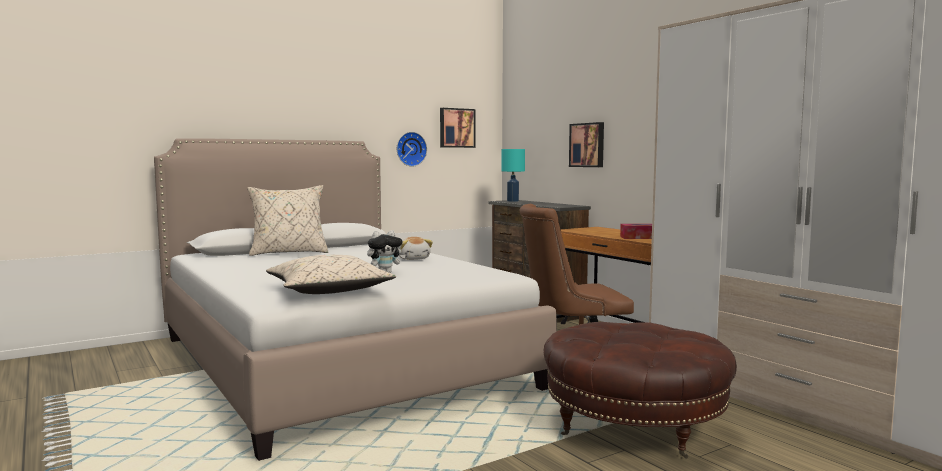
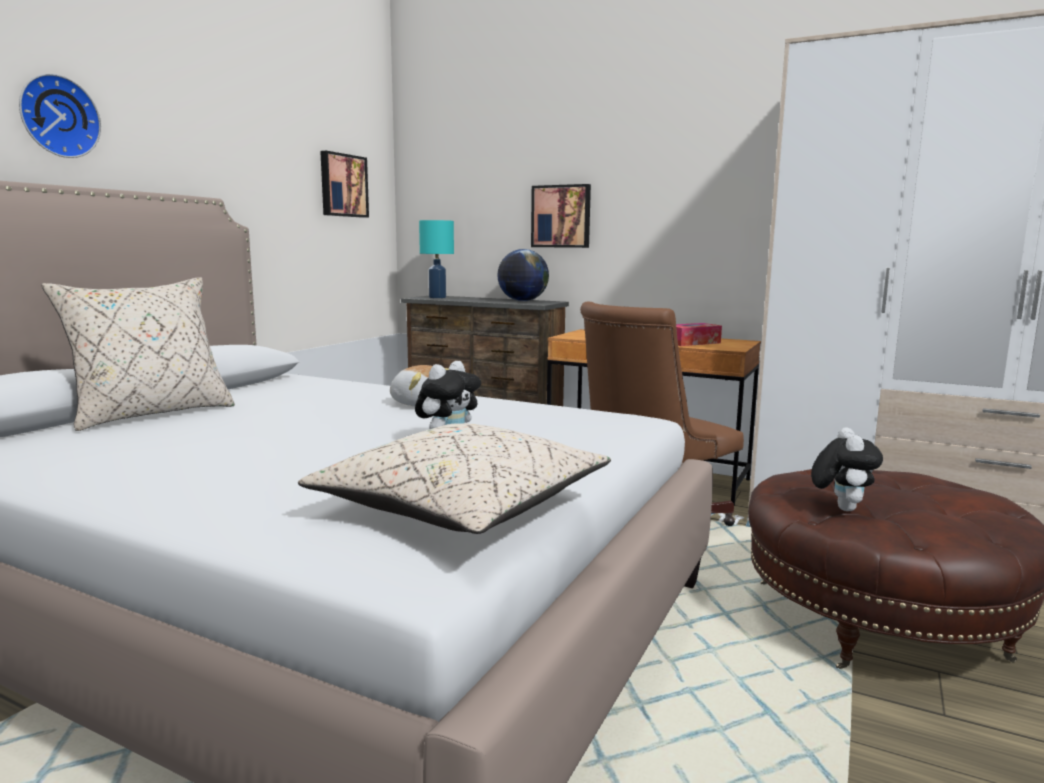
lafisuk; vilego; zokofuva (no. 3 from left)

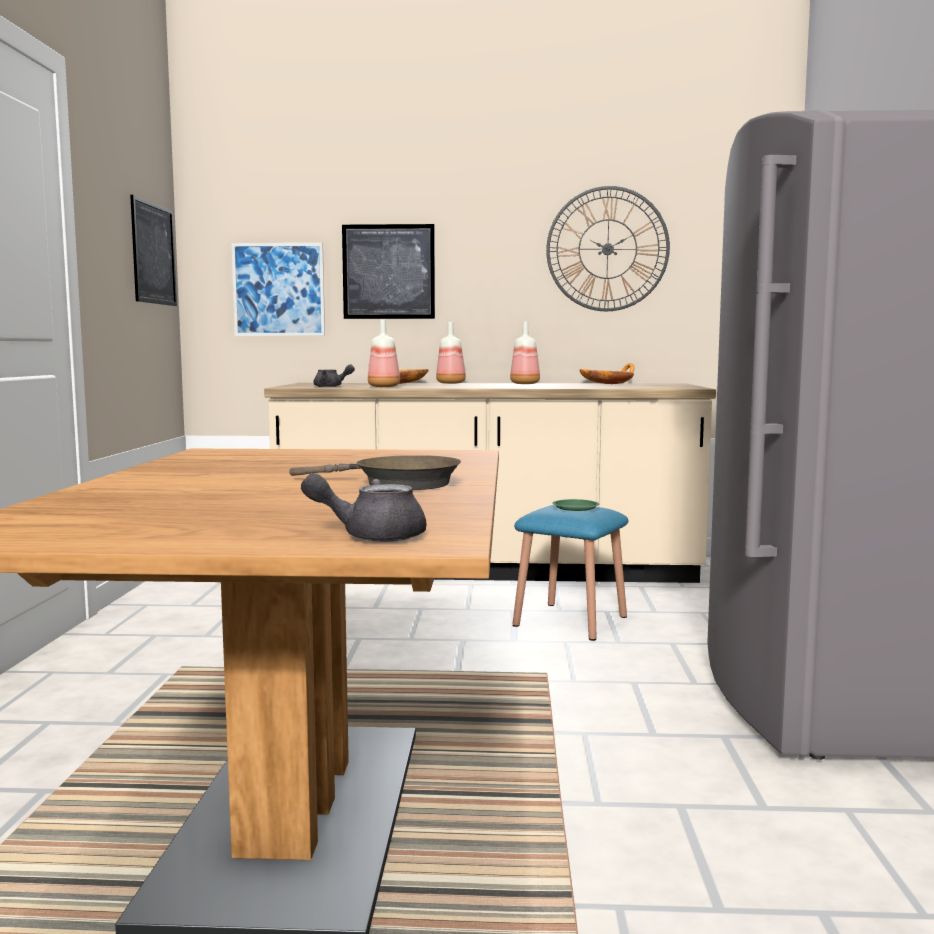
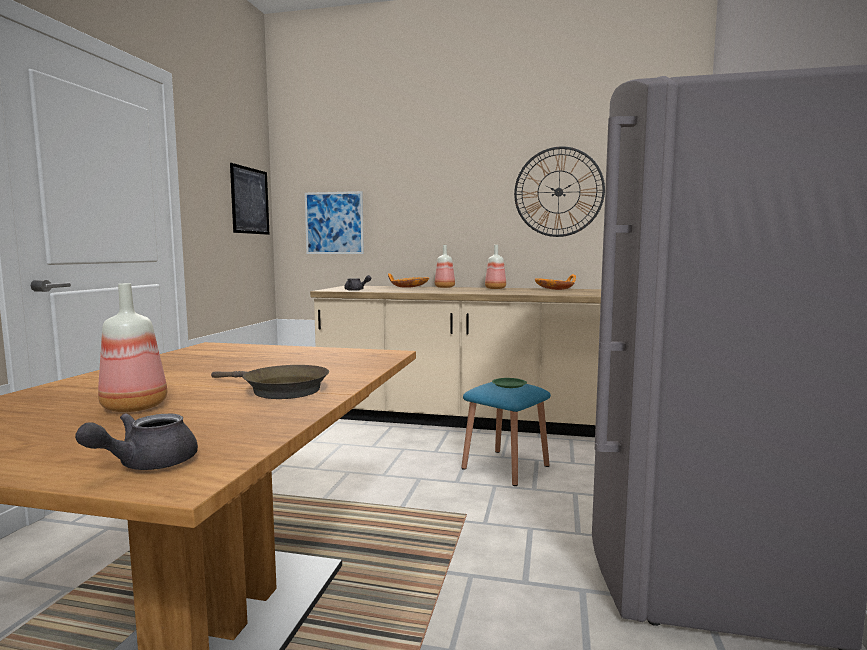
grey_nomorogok (no. 1 from left); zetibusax (no. 1 from left); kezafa (no. 3 from left in the first image)

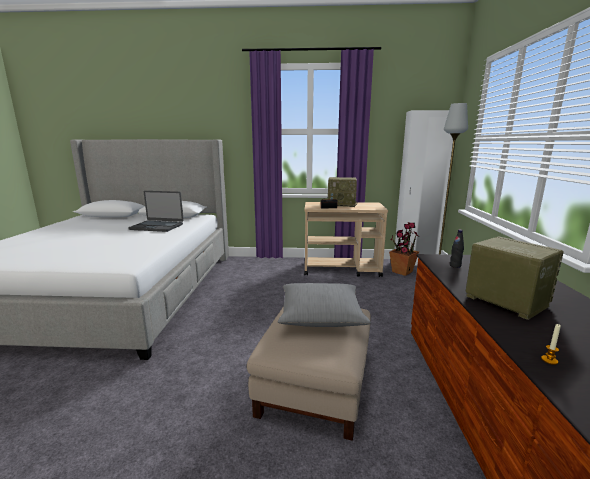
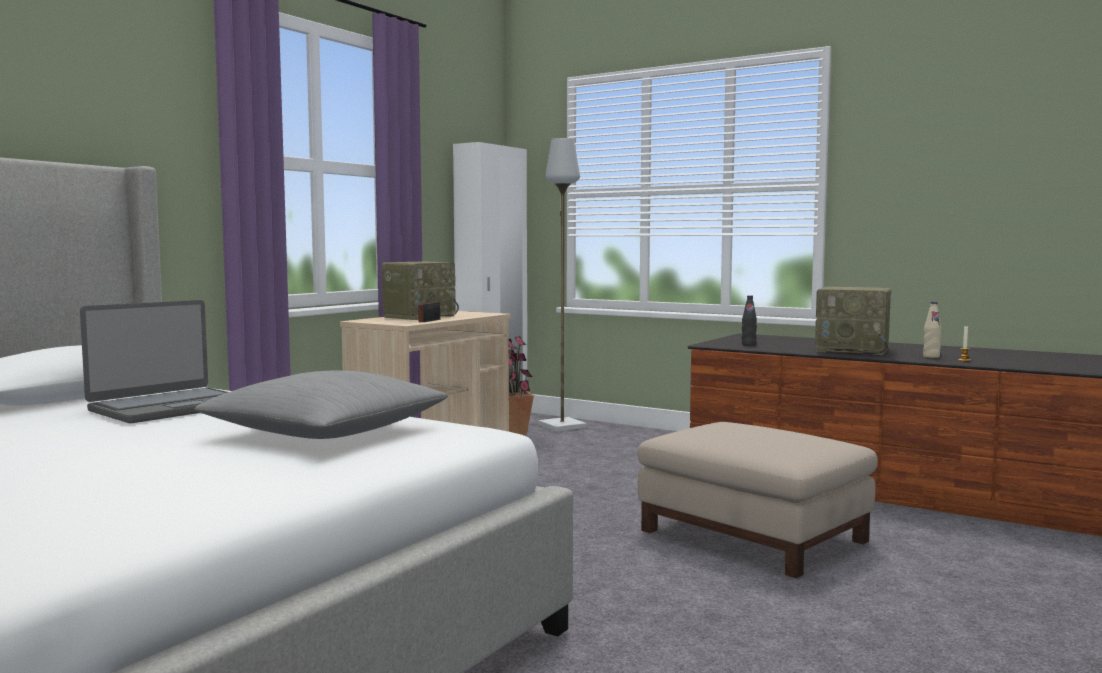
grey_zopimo; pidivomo (no. 3 from left); beige_zetibusax

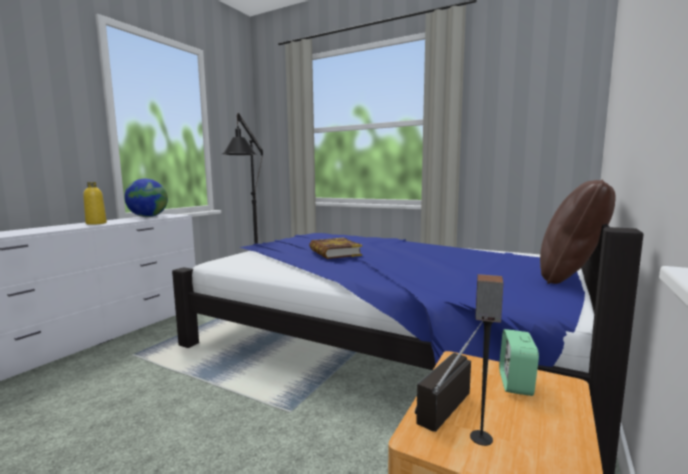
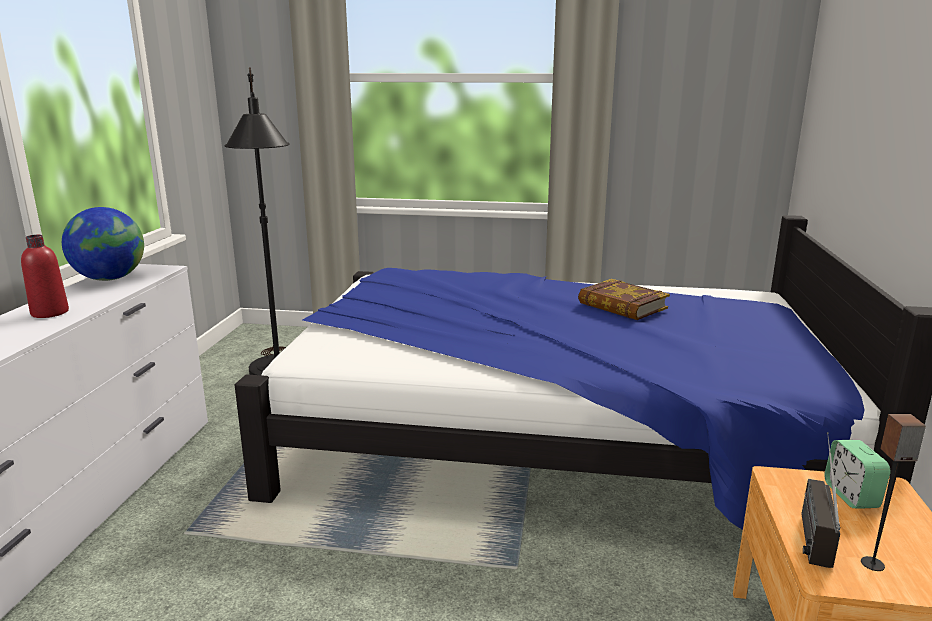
red_zetibusax; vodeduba; brown_zopimo

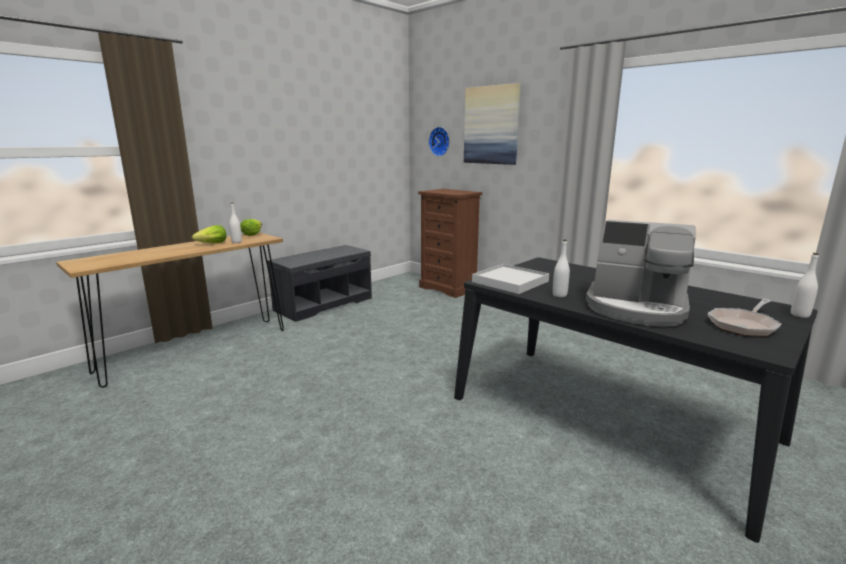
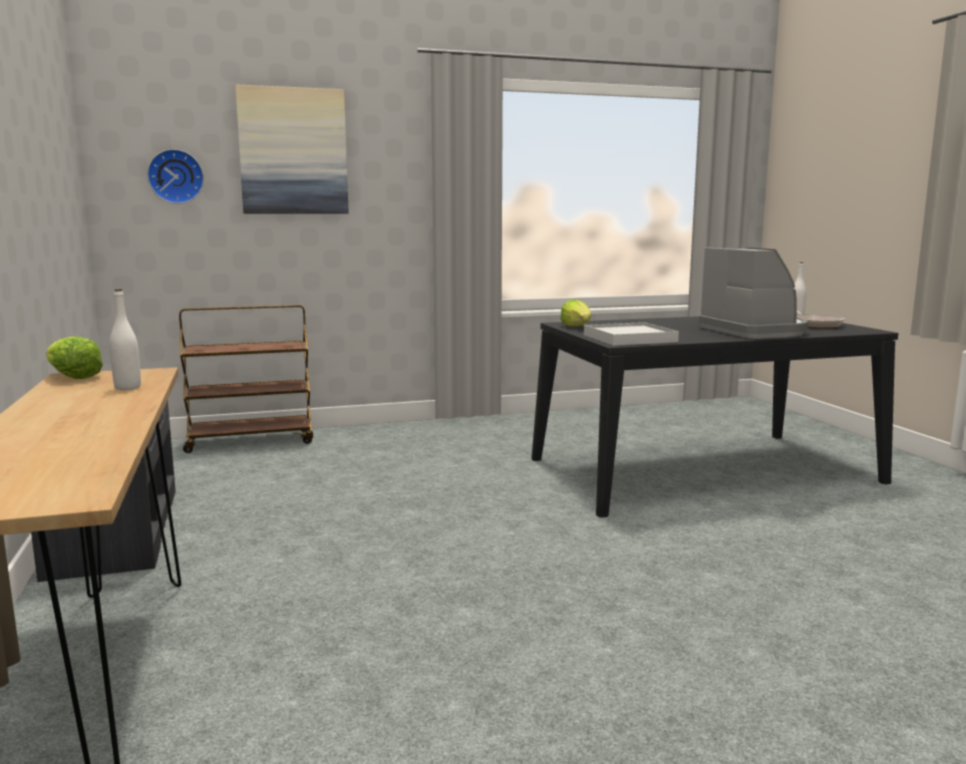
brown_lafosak; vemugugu (no. 2 from left); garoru; white_zetibusax (no. 2 from left in the first image)

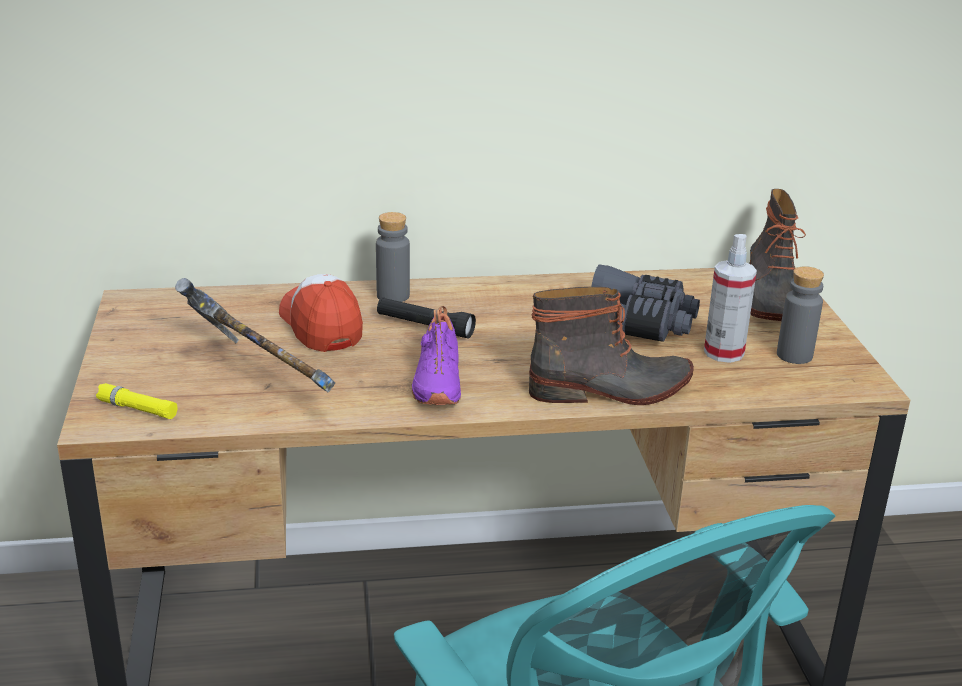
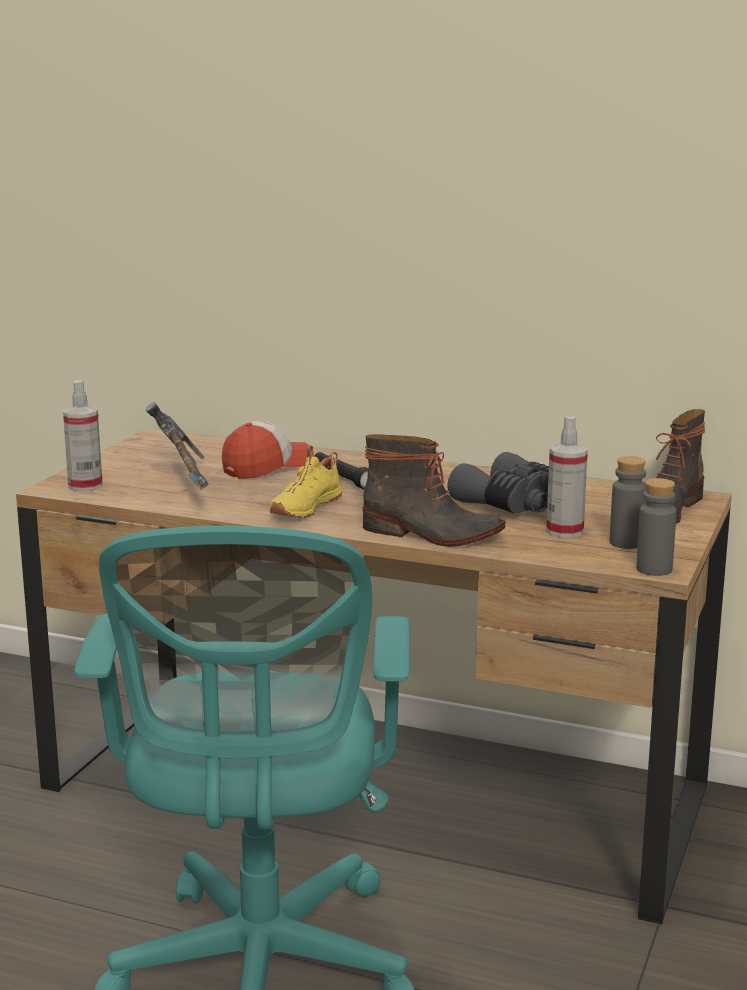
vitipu (no. 1 from left); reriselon; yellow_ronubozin; grey_zetibusax (no. 2 from left)

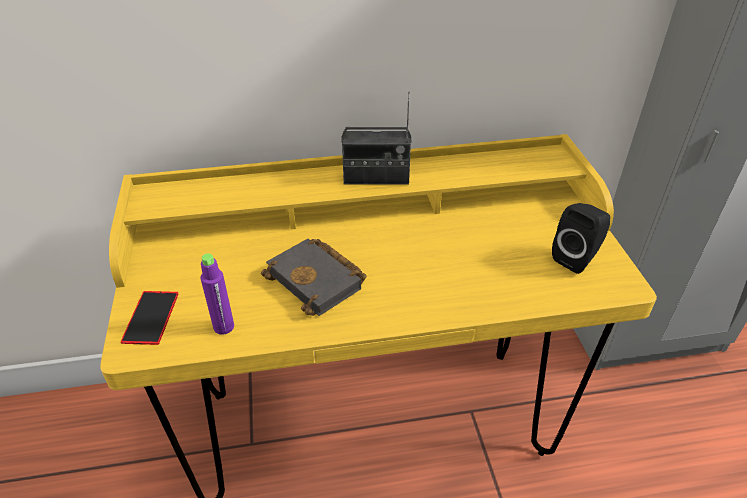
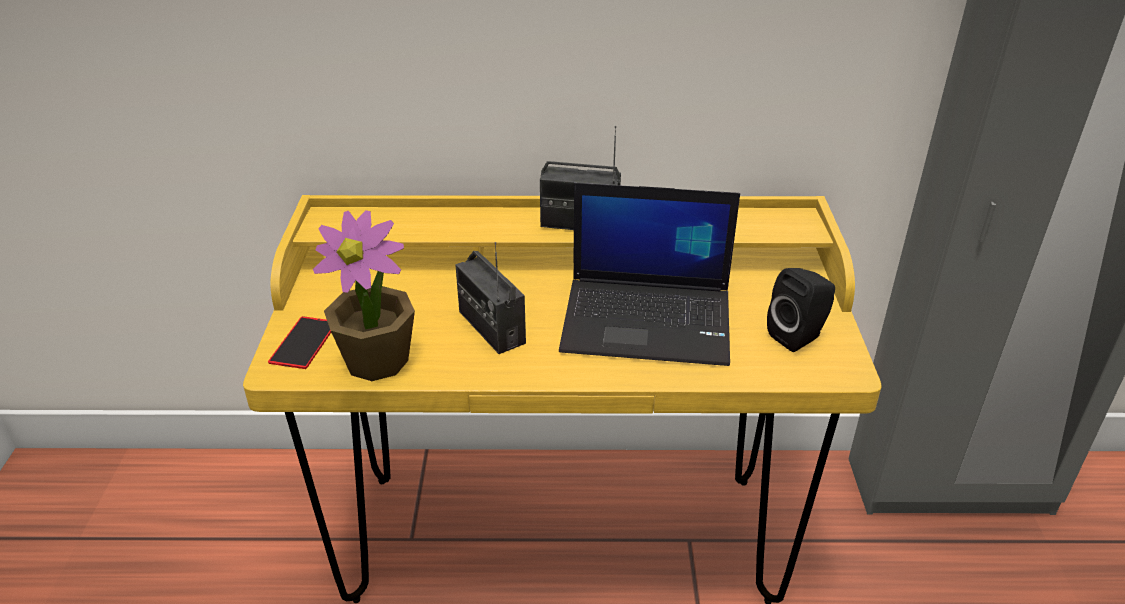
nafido; pidivomo (no. 1 from left); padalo

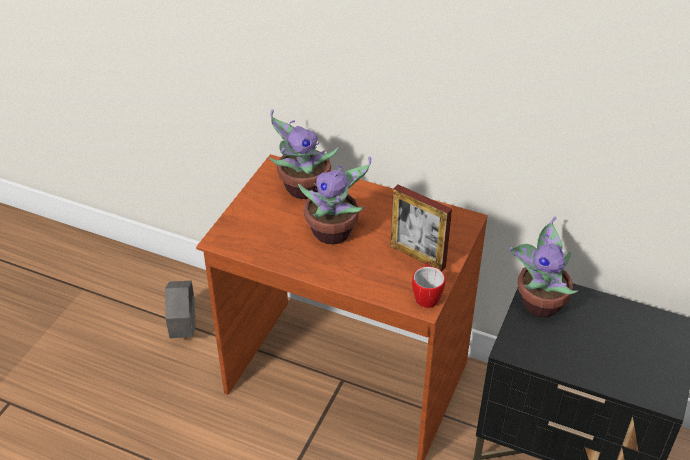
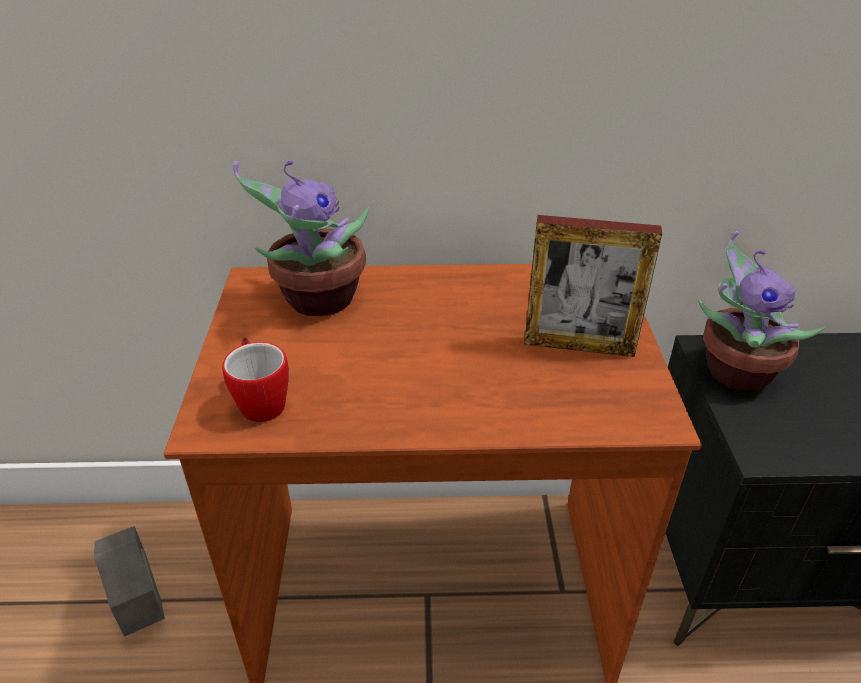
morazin; nafido (no. 2 from left in the first image)

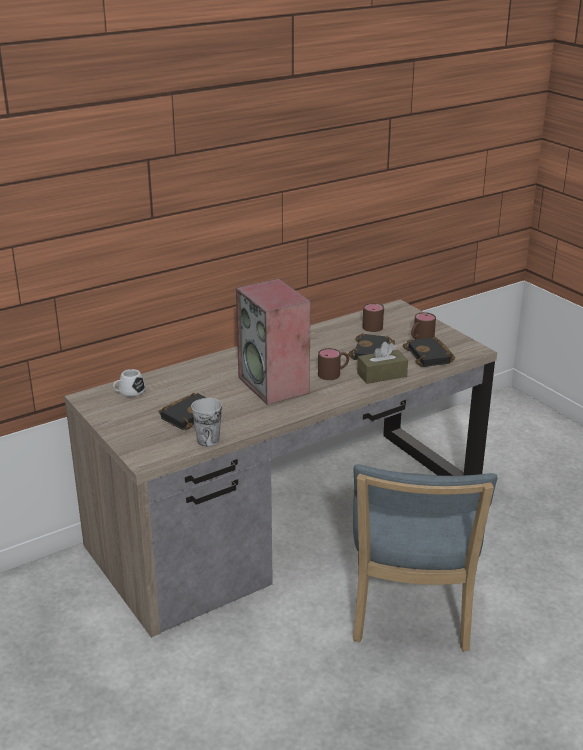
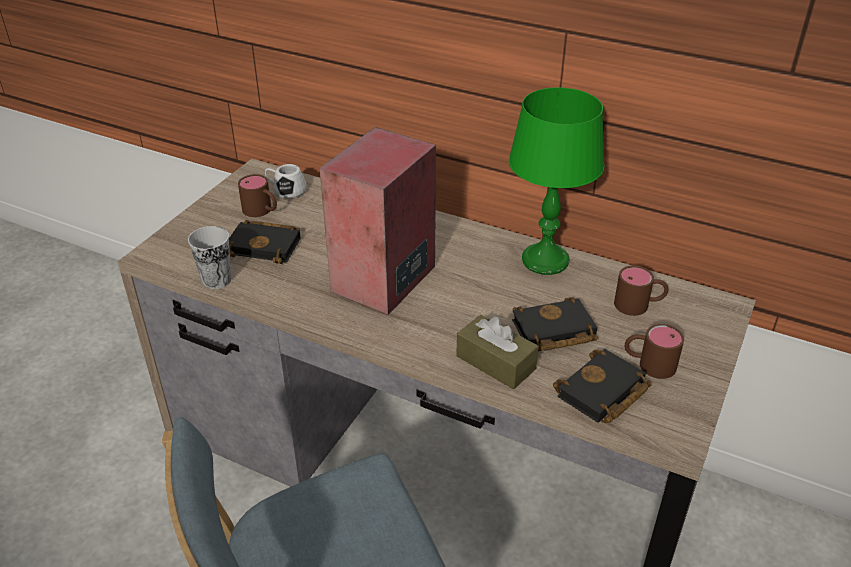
brown_morazin (no. 1 from left); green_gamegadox

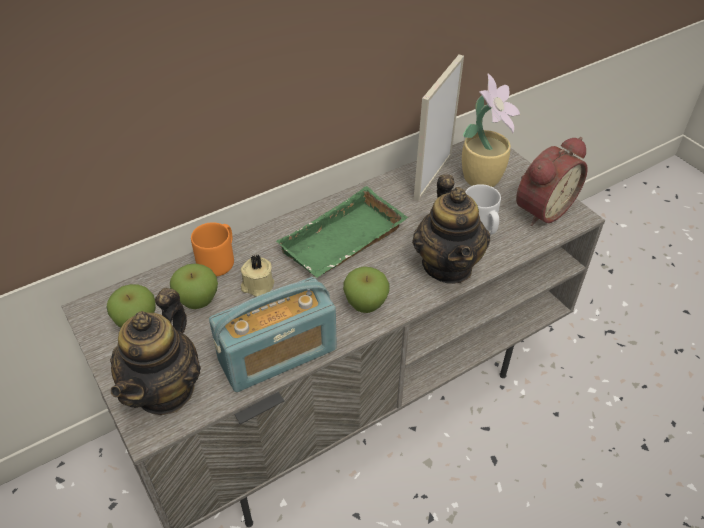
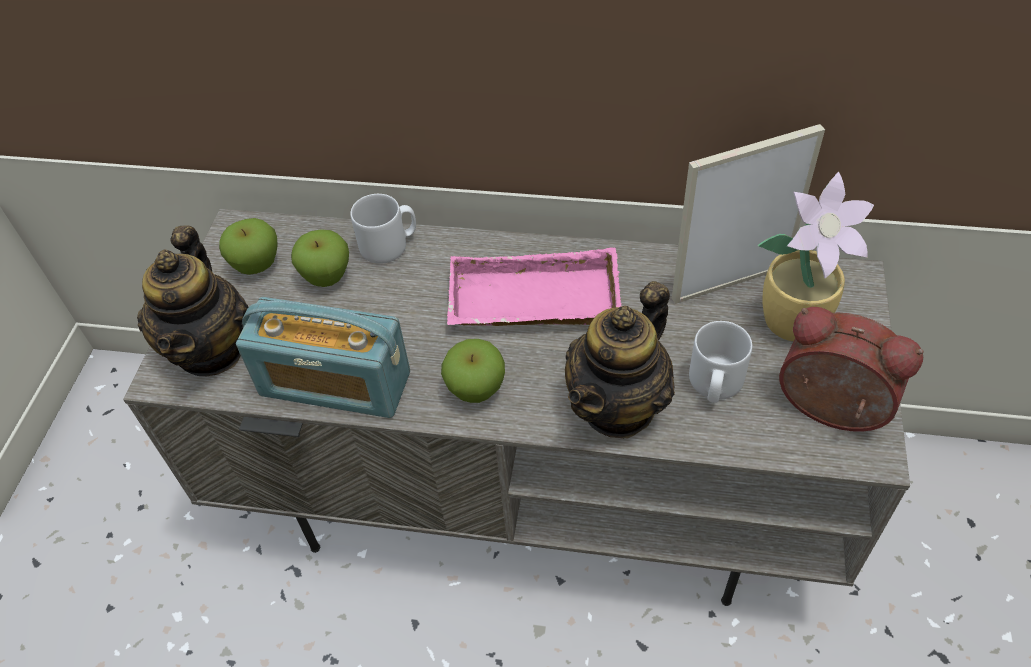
nomorogok (no. 1 from left); grey_morazin (no. 1 from left); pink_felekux; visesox; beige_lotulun

